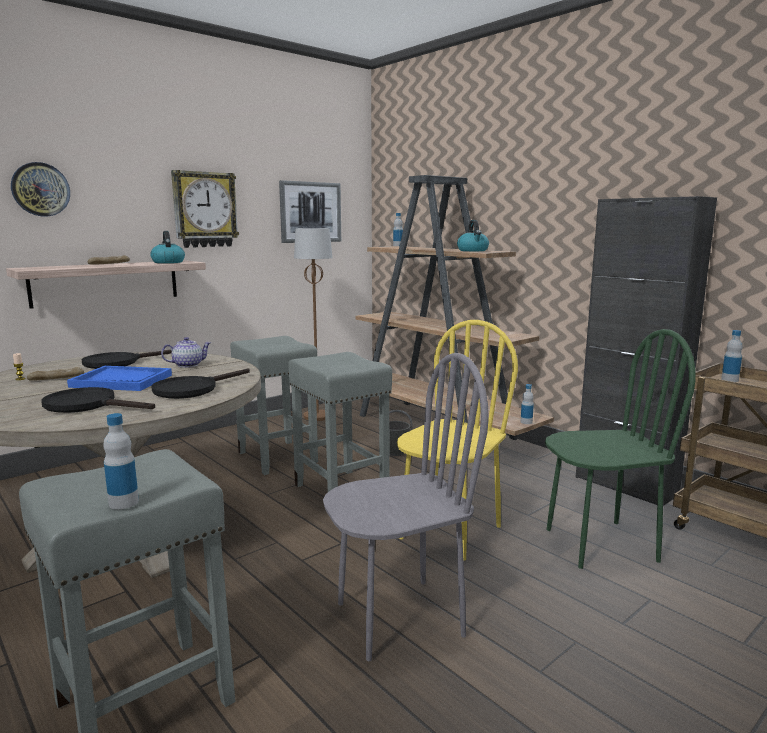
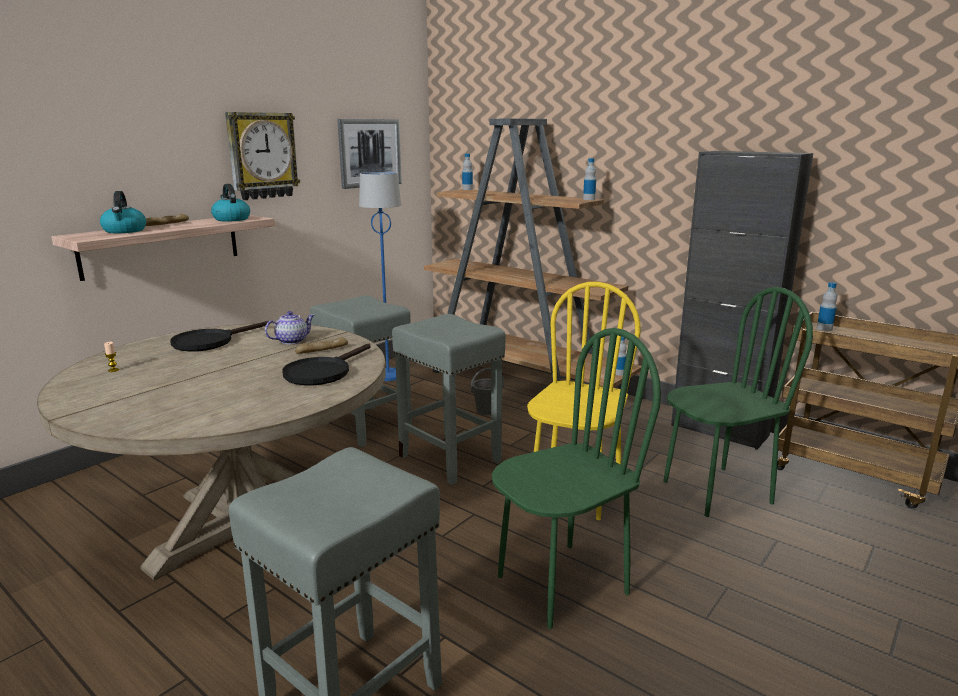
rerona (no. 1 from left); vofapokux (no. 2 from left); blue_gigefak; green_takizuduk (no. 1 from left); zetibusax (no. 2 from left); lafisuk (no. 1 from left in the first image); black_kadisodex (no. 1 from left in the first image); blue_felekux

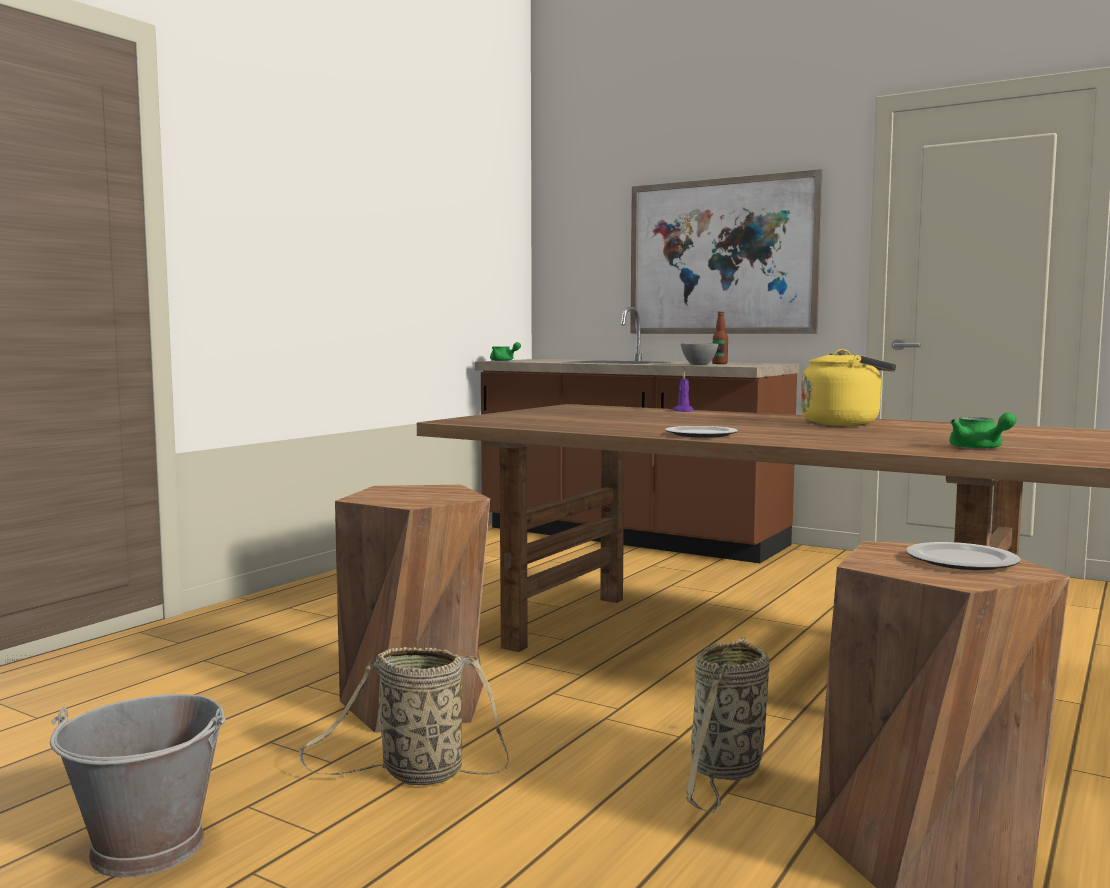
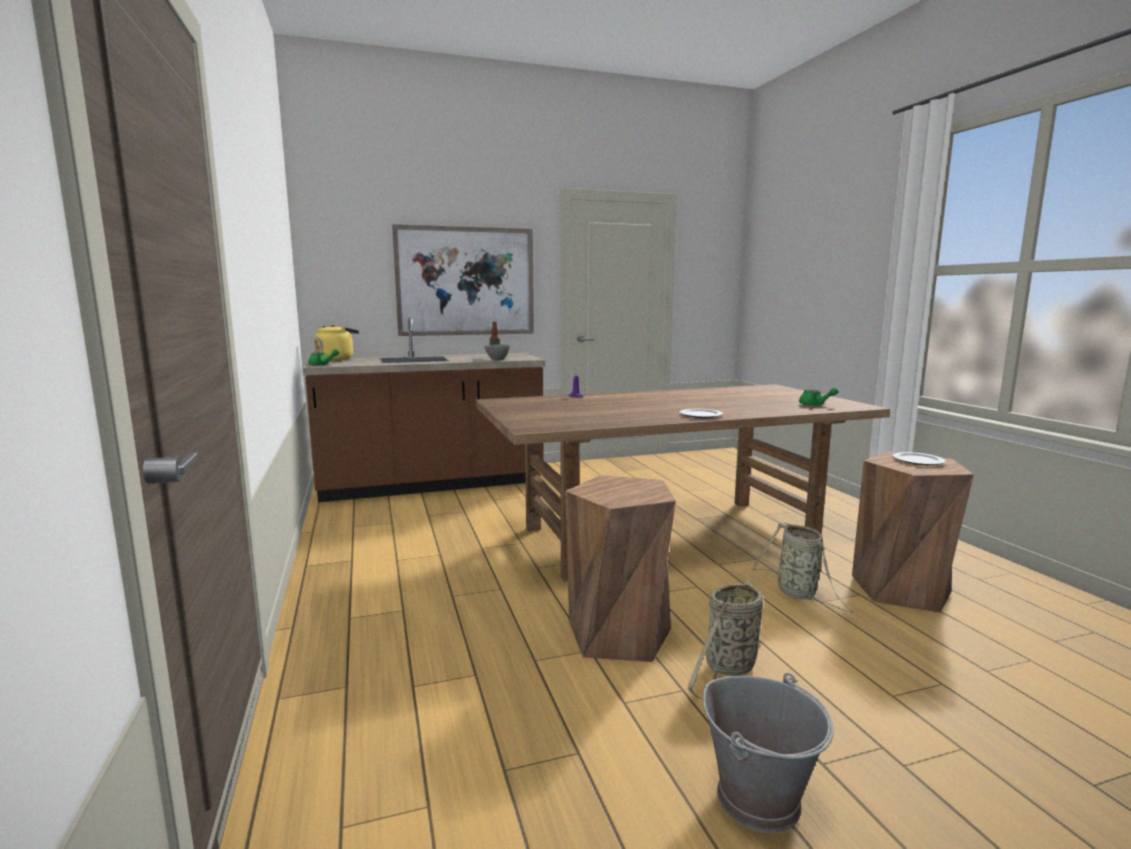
yellow_rerona

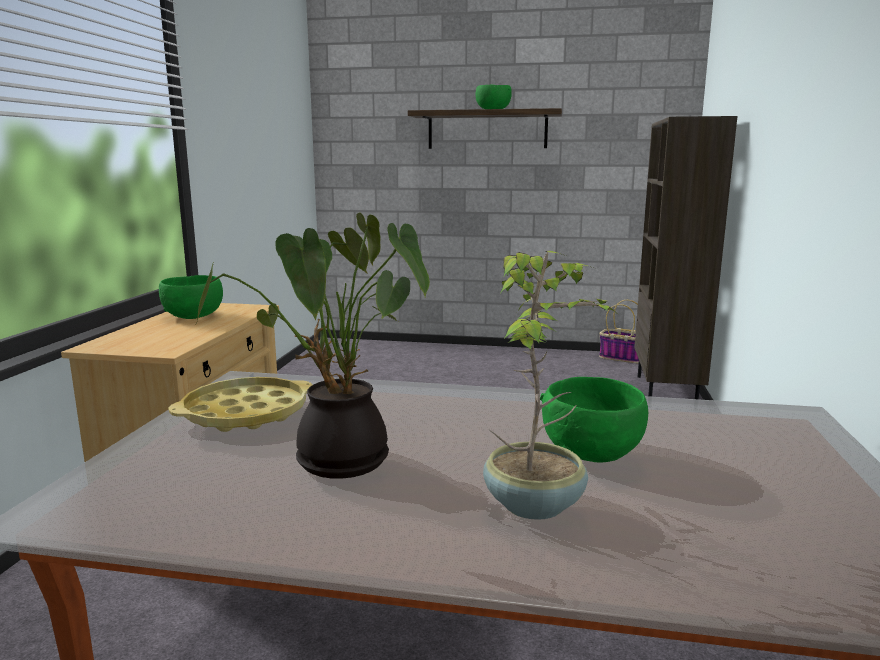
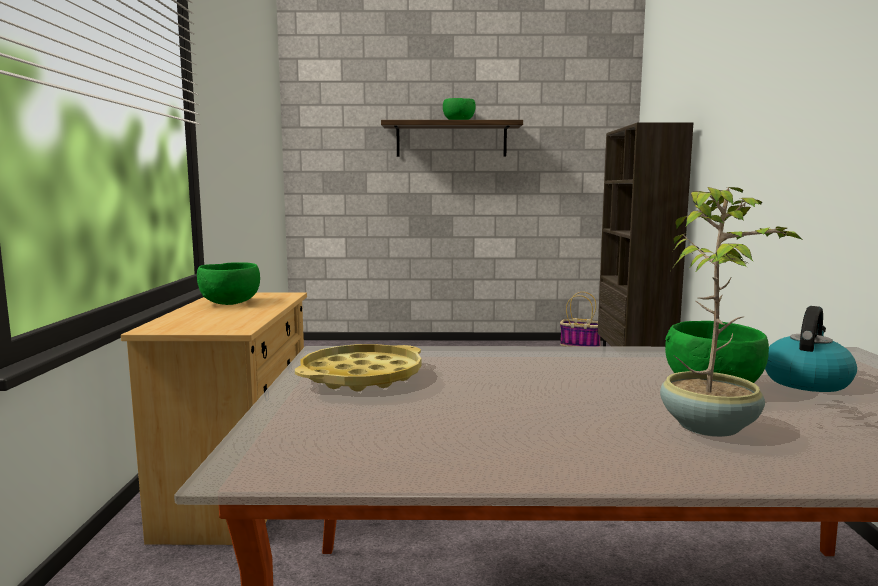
rerona; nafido (no. 1 from left in the first image)

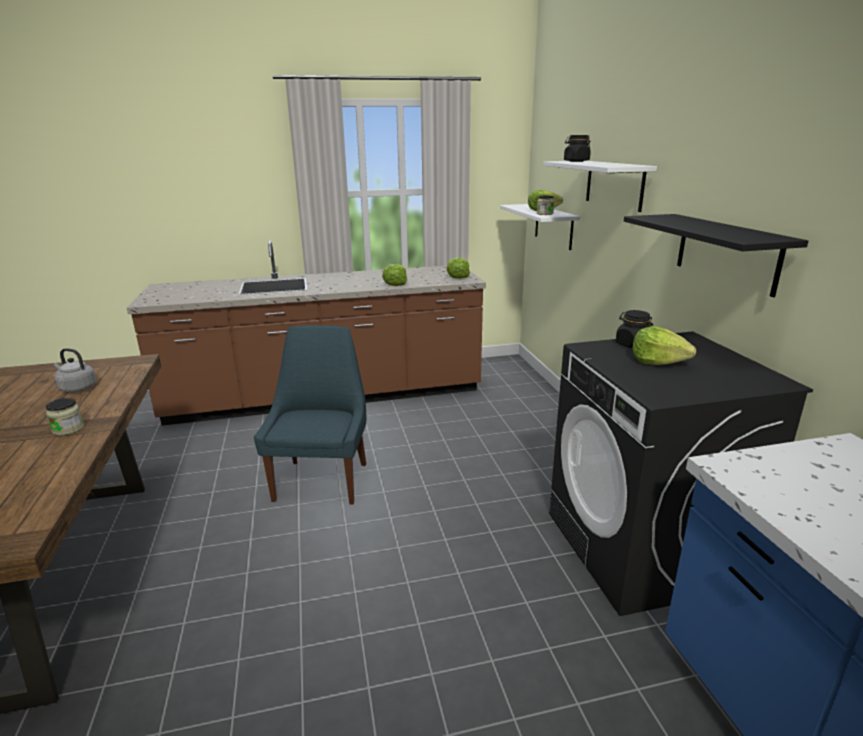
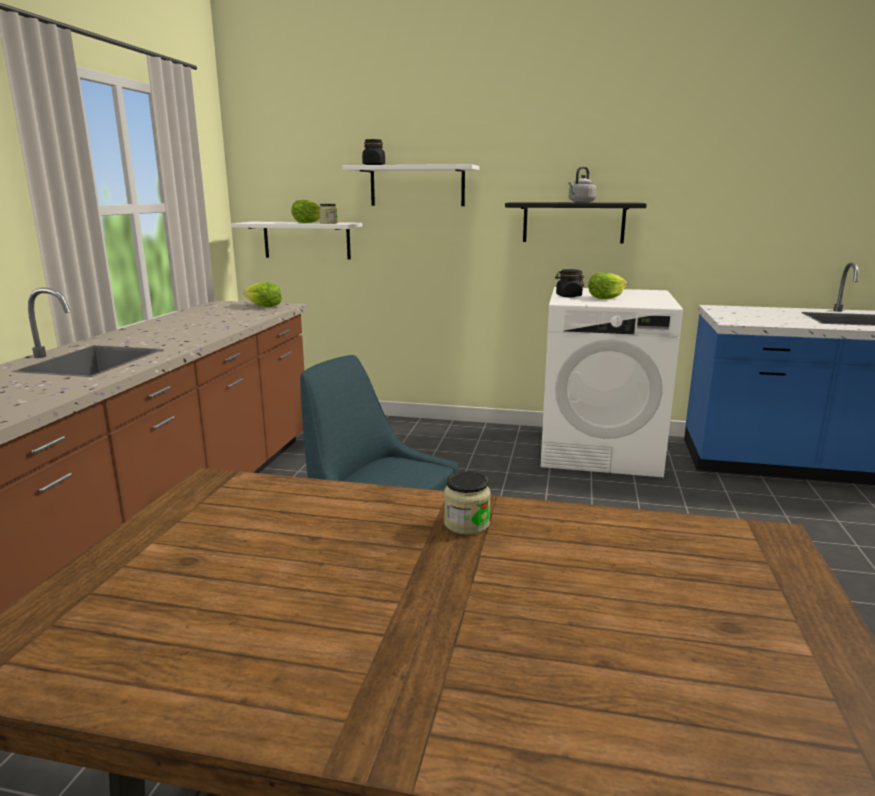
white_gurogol; grey_rerona; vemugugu (no. 1 from left in the first image)

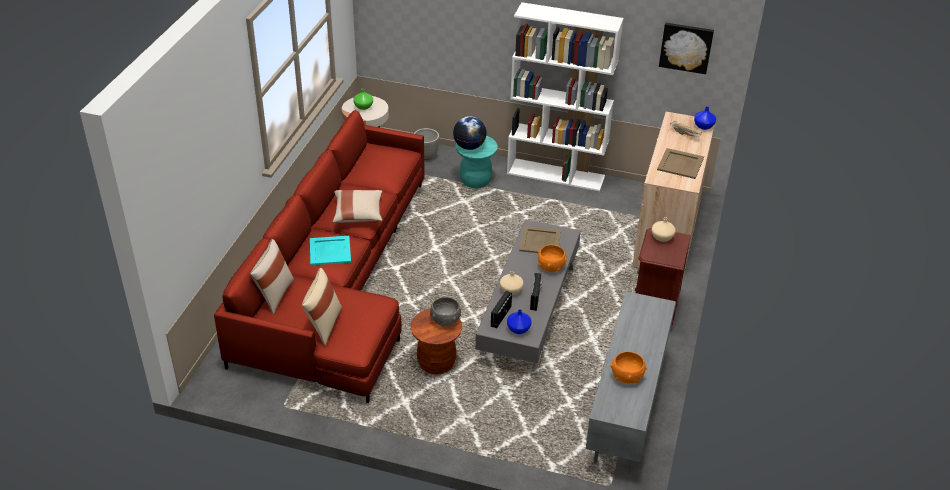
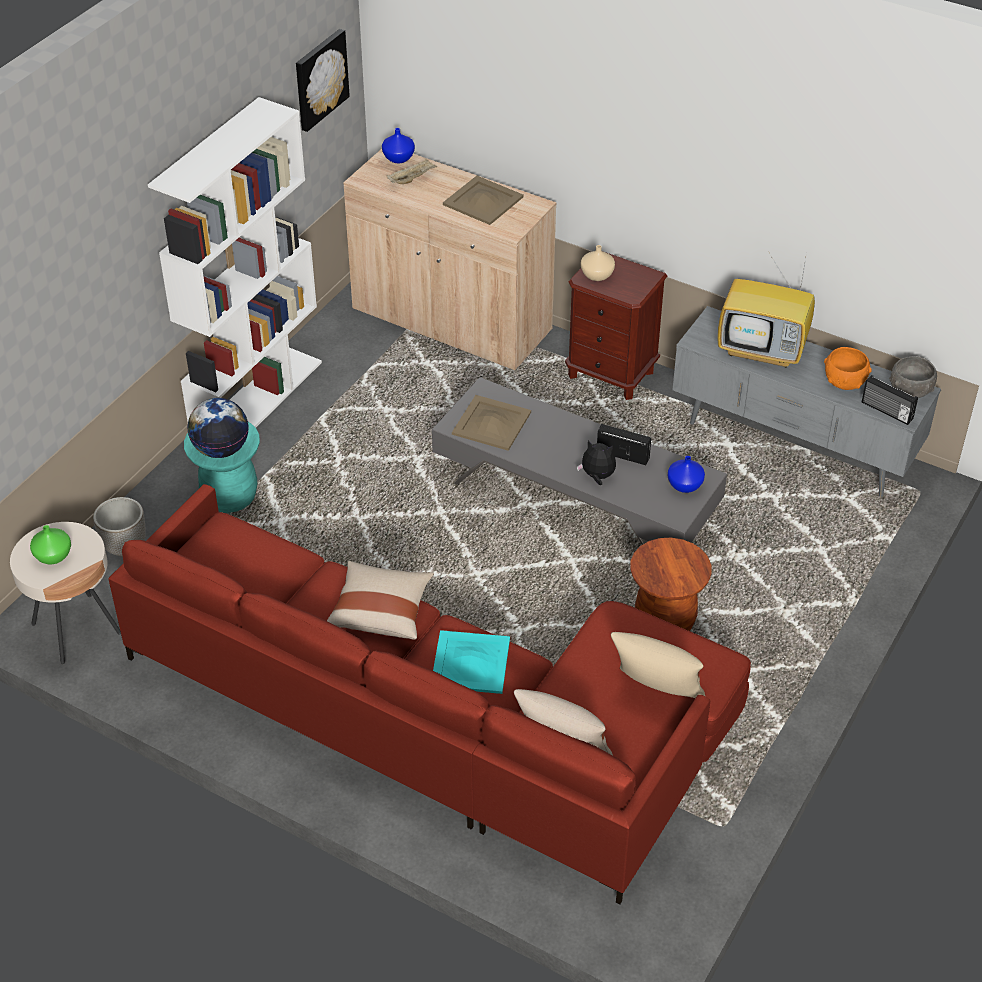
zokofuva; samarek; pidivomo (no. 2 from left); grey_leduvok; orange_leduvok (no. 1 from left in the first image)

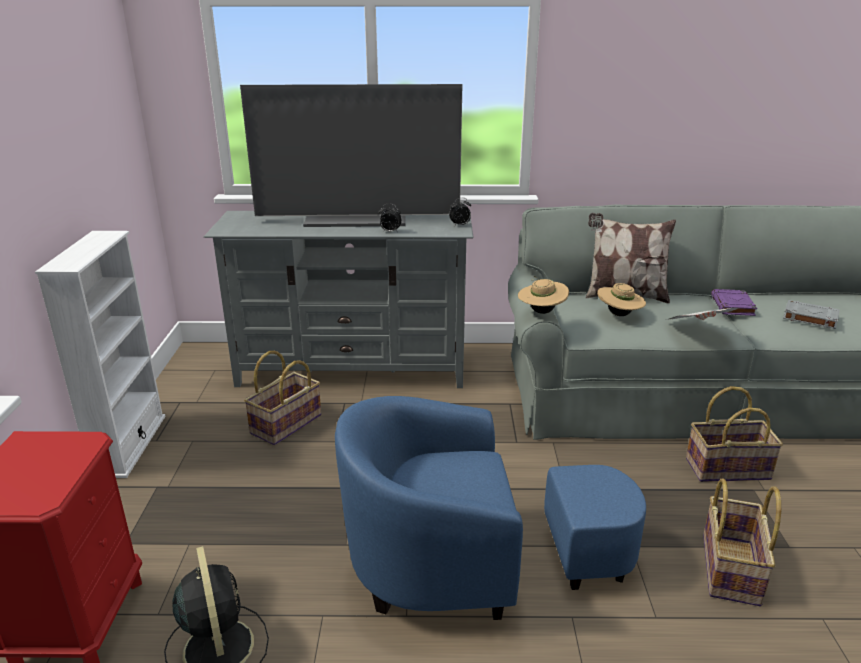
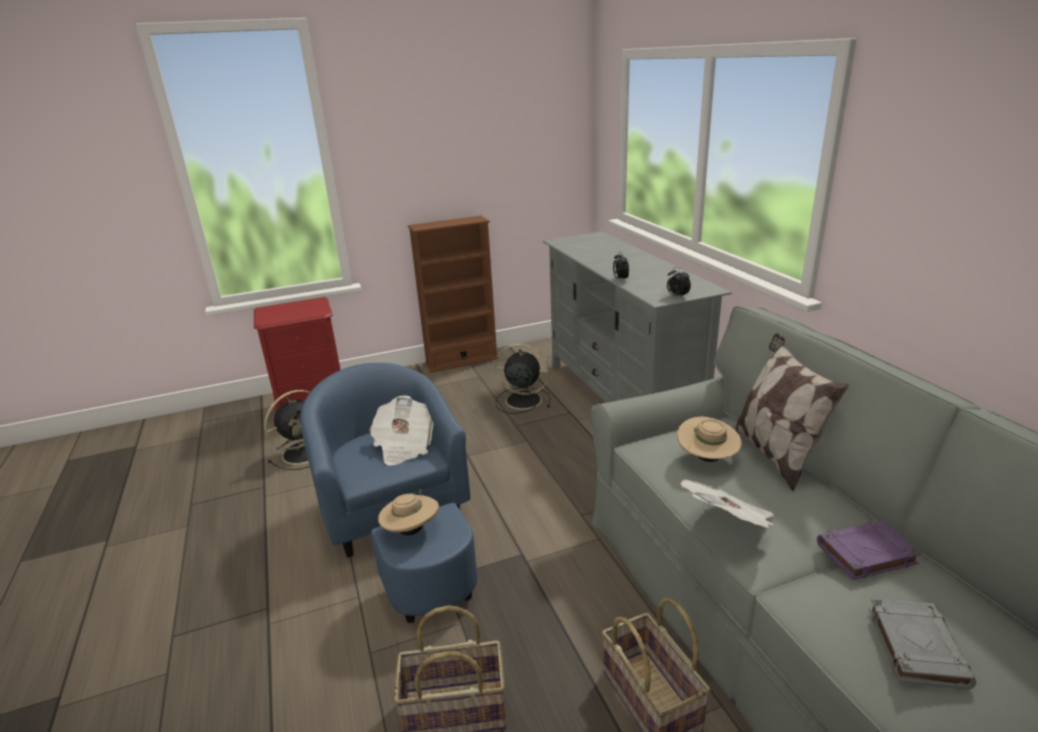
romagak (no. 1 from left); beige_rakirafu (no. 1 from left); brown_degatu; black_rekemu (no. 2 from left); samarek

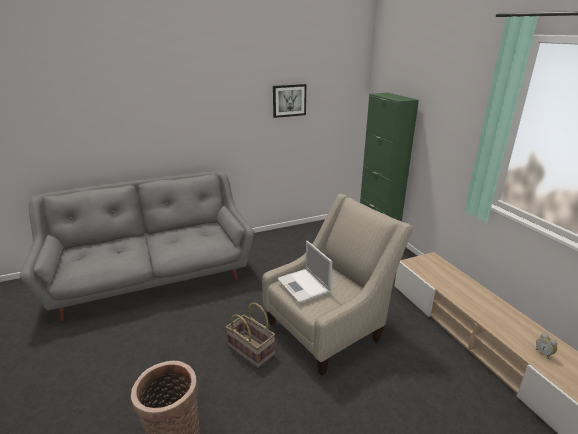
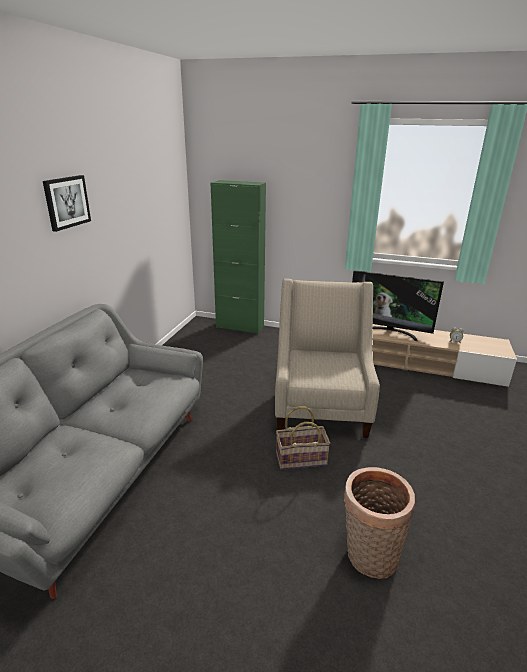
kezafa; samarek; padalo

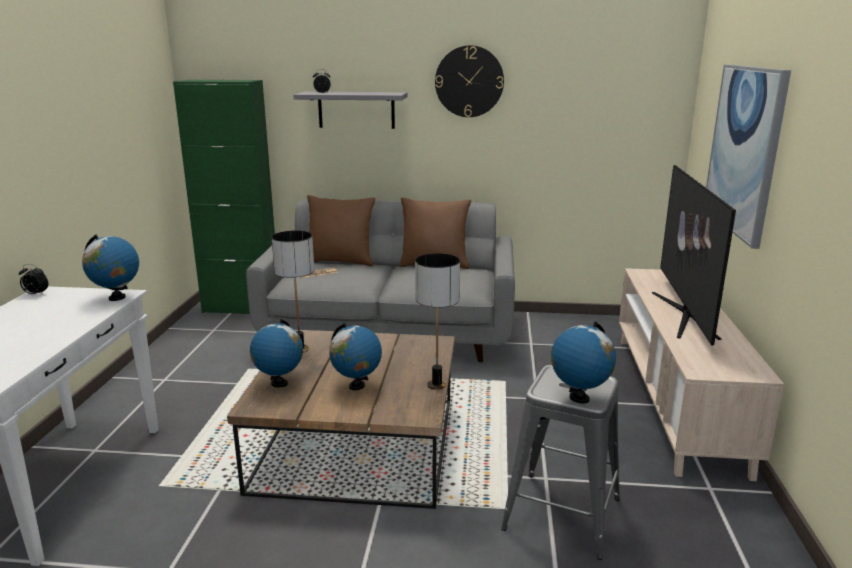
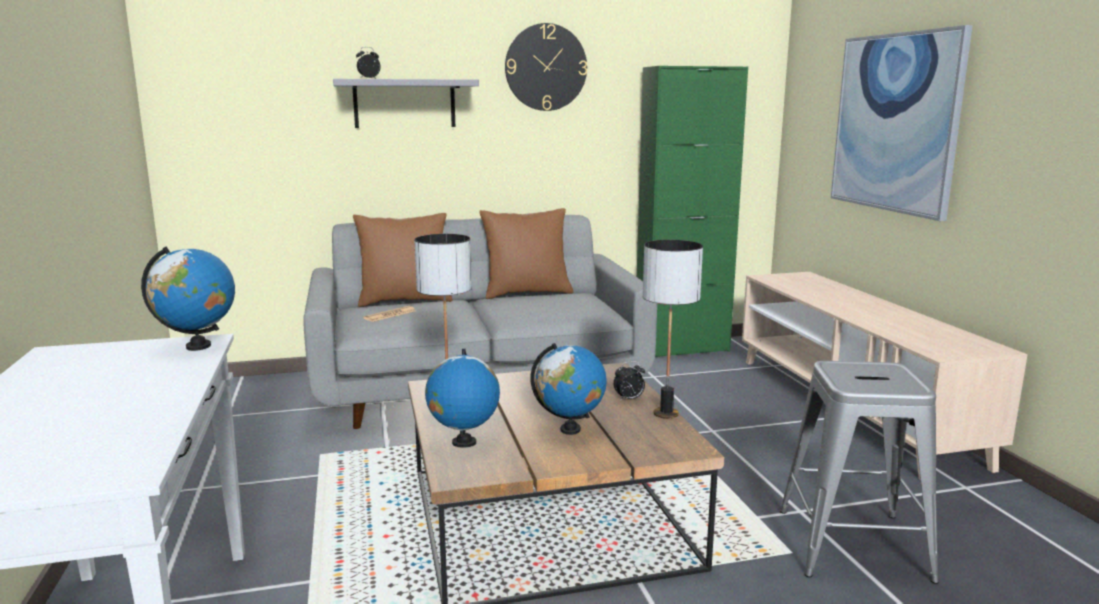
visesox (no. 2 from left); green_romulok; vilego (no. 4 from left in the first image); samarek

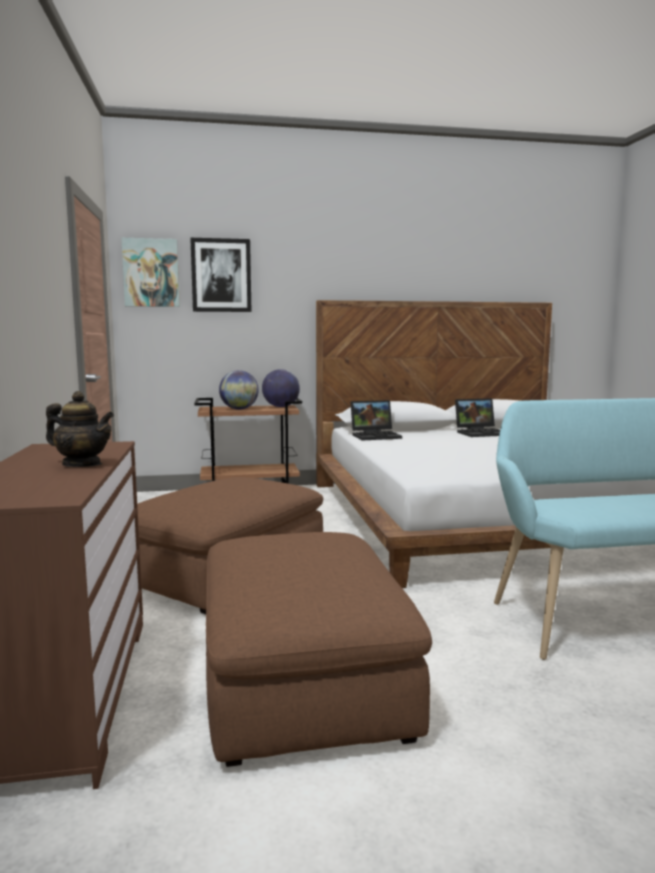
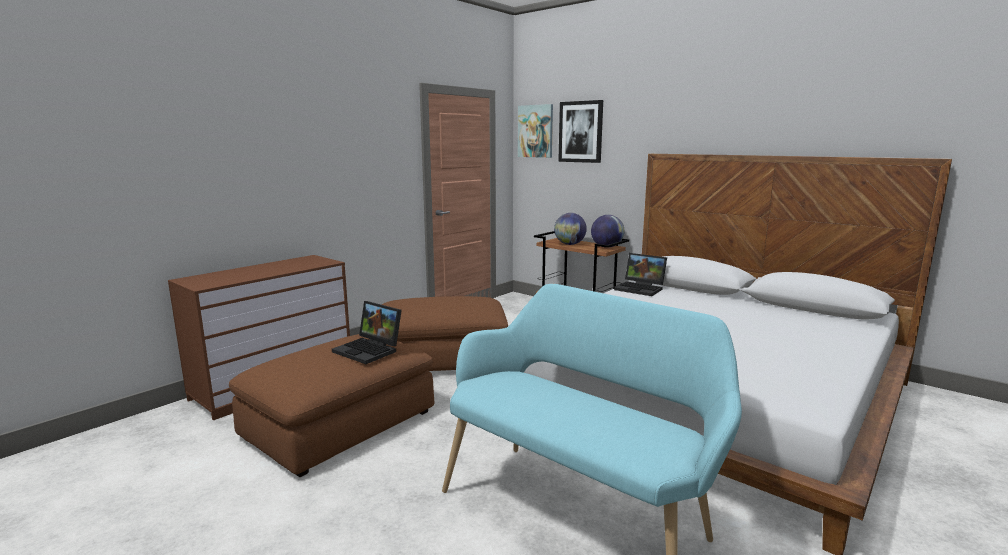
padalo (no. 1 from left); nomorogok

